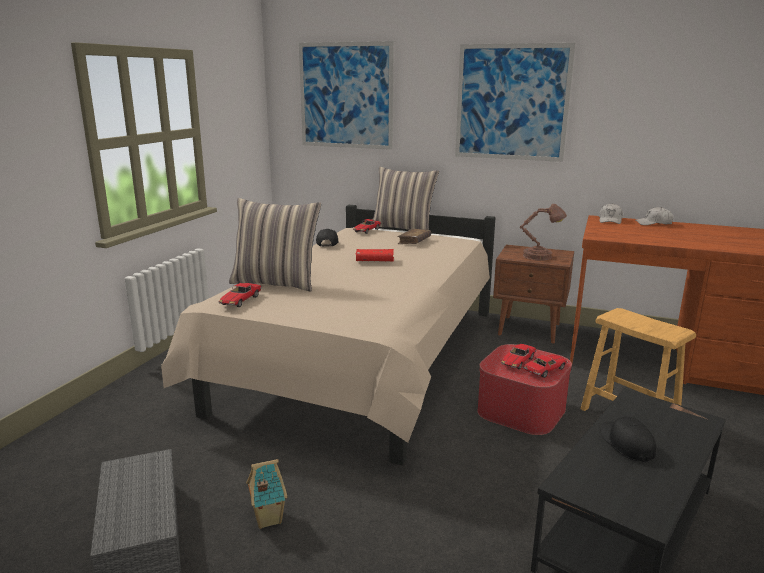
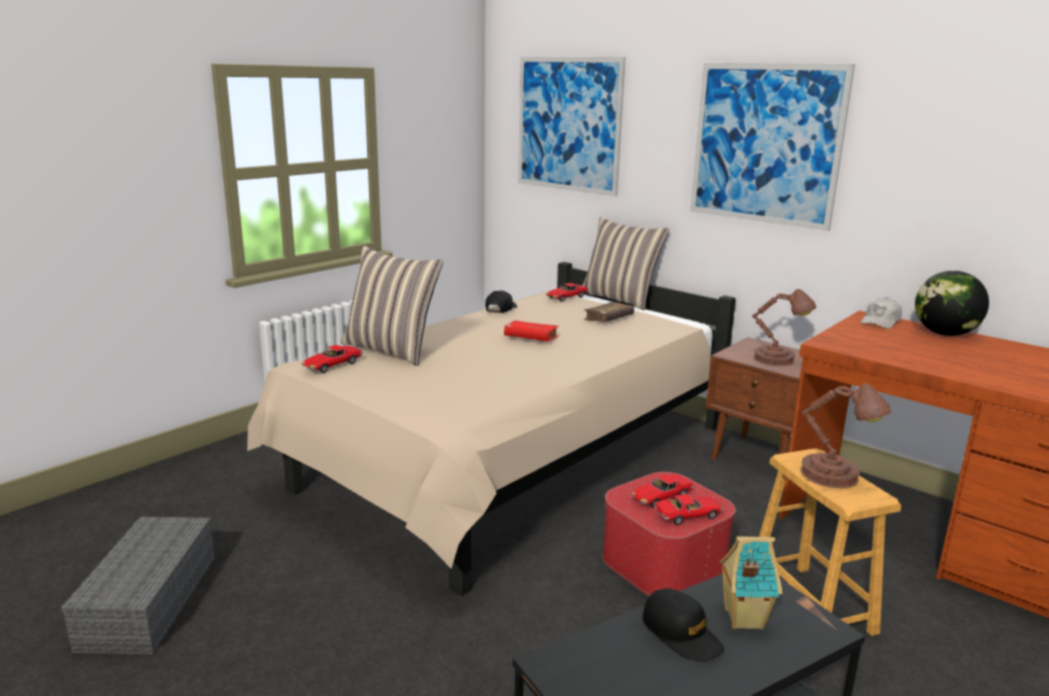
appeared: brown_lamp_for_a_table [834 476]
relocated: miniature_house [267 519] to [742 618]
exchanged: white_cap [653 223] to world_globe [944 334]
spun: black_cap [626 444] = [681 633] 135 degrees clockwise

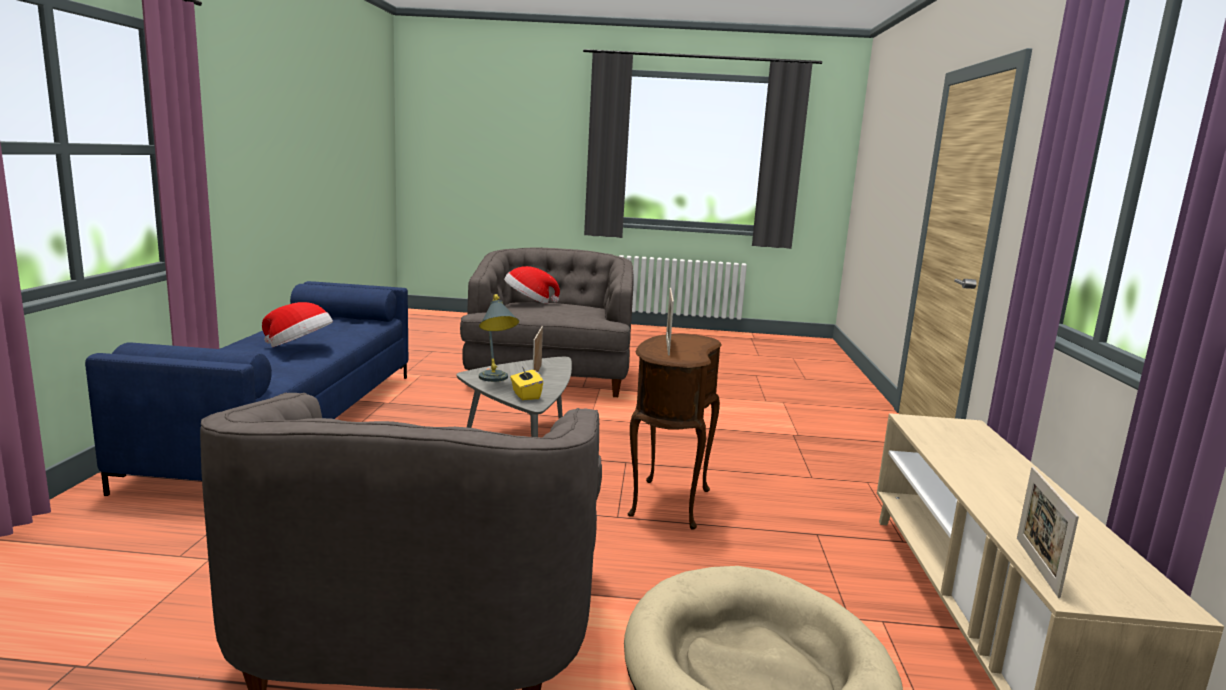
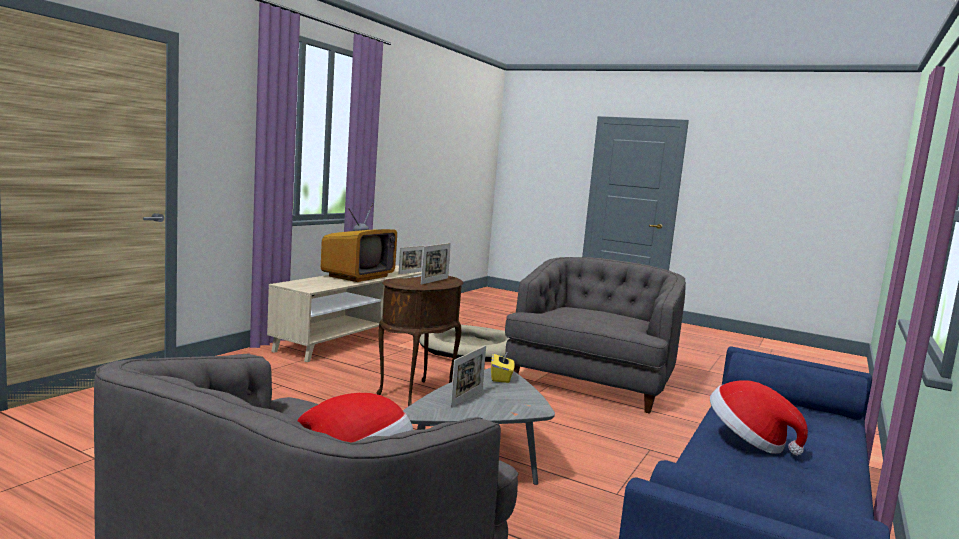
missing: gray_lamp_for_a_table [495 380]
appeared: TV [358 276]

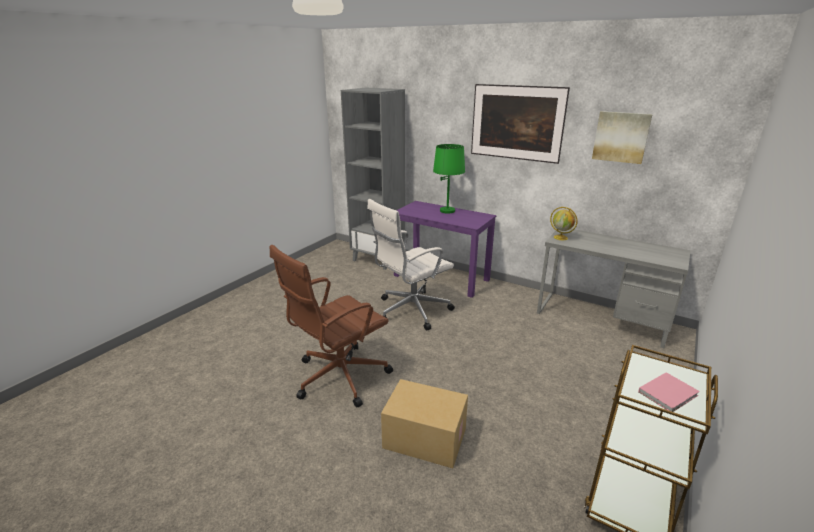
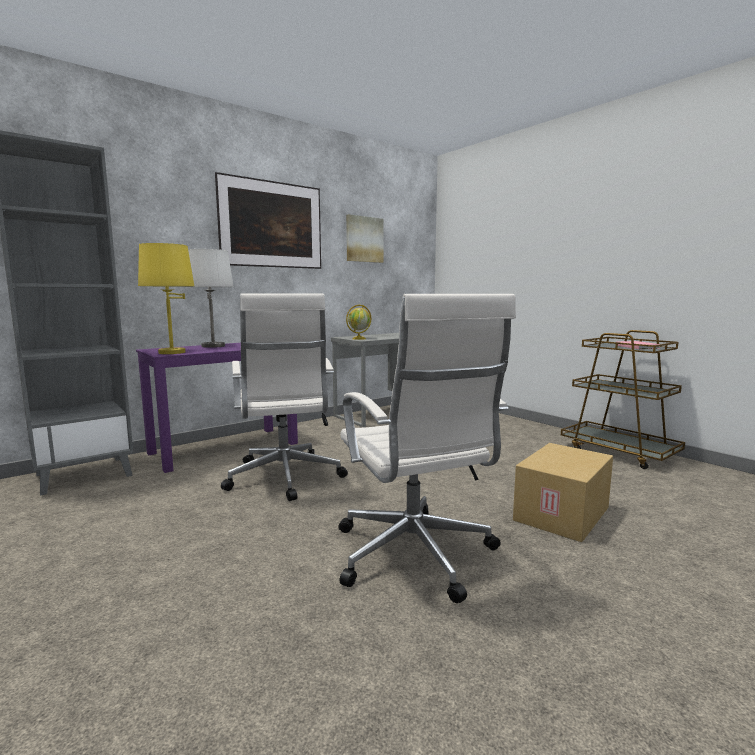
appeared: yellow-coloured_lamp_for_a_table [171 352]
colour: green-coloured_lamp_for_a_table [447 211] to white_lamp_for_a_table [212 346]; brown_computer_chair [338 377] to white_computer_chair [415 556]

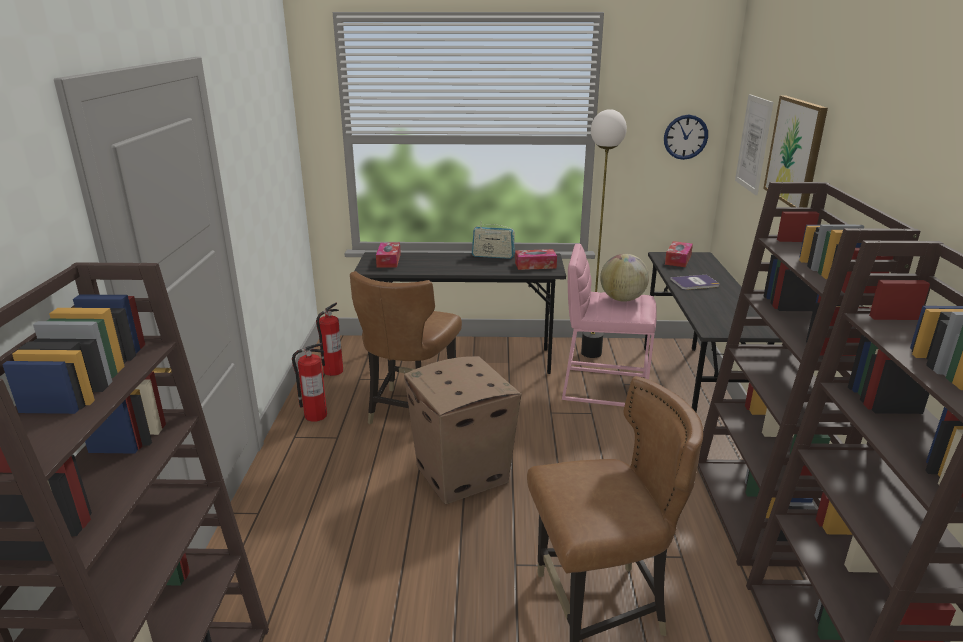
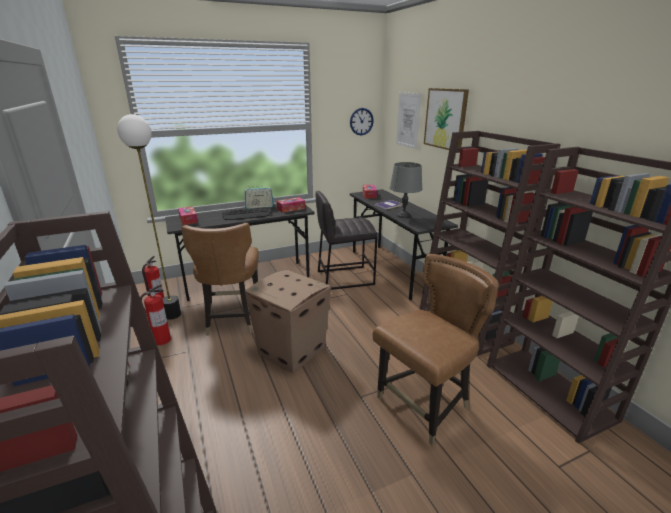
missing: world_globe [622 299]
appeared: gray_lamp_for_a_table [403 215]; computer_keyboard [246 215]
relocated: standing_lamp [591 353] to [172 314]
colour: pink_sitting_stool [604 387] to gray_sitting_stool [344 277]

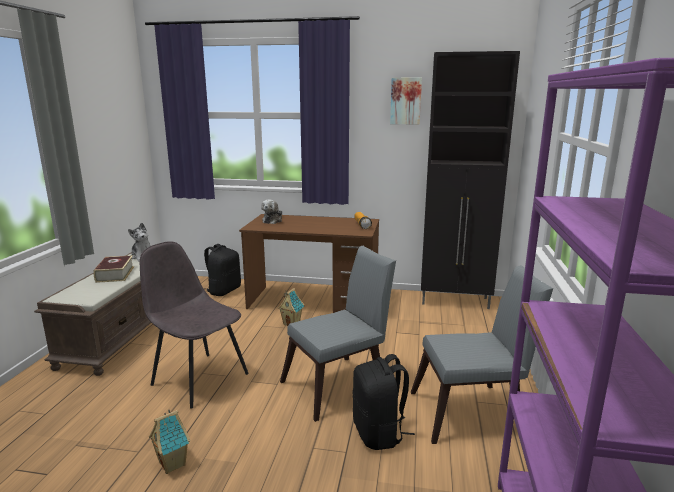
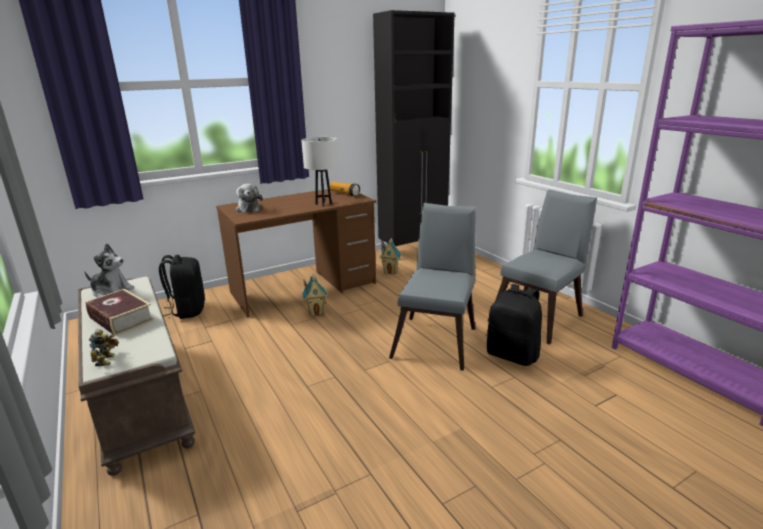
missing: wall_art [405 101]; gray_chair [198 378]
appeared: white_lamp_for_a_table [323 204]; toy_robot [107 359]
relocated: miniature_house [173 464] to [390 271]

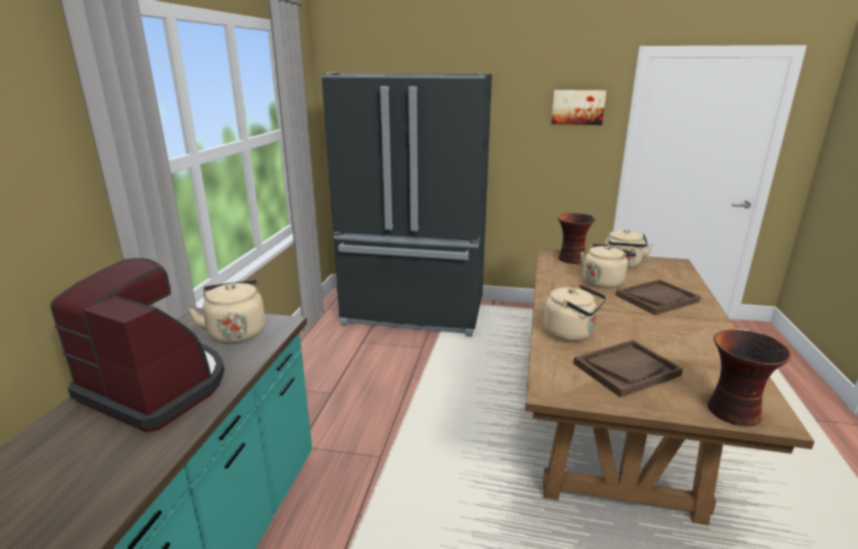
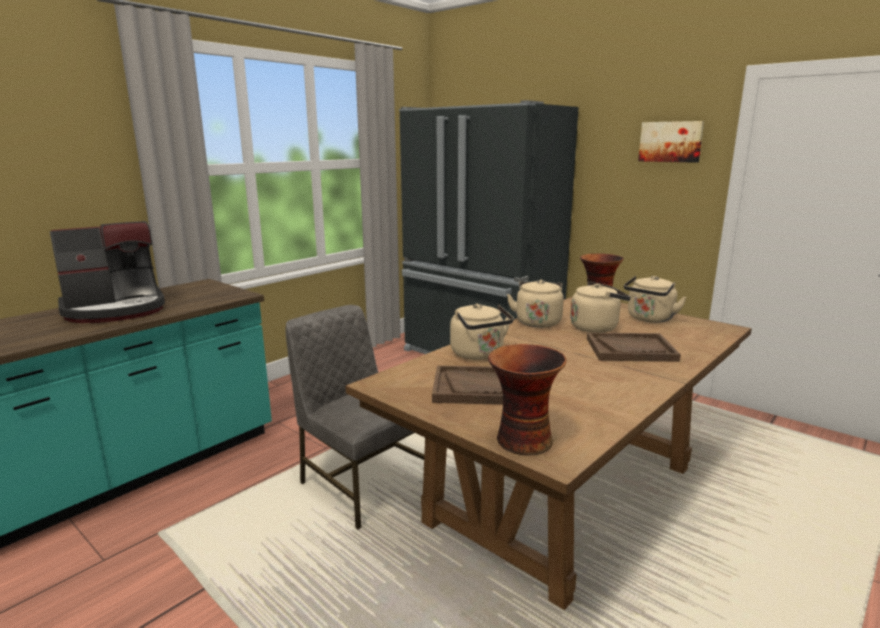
appeared: gray_chair [362 484]
relocated: beige-coloured_water_kettle [236 332] to [537 322]
spun: coffee_brewer [157 387] = [116 310] 90 degrees clockwise

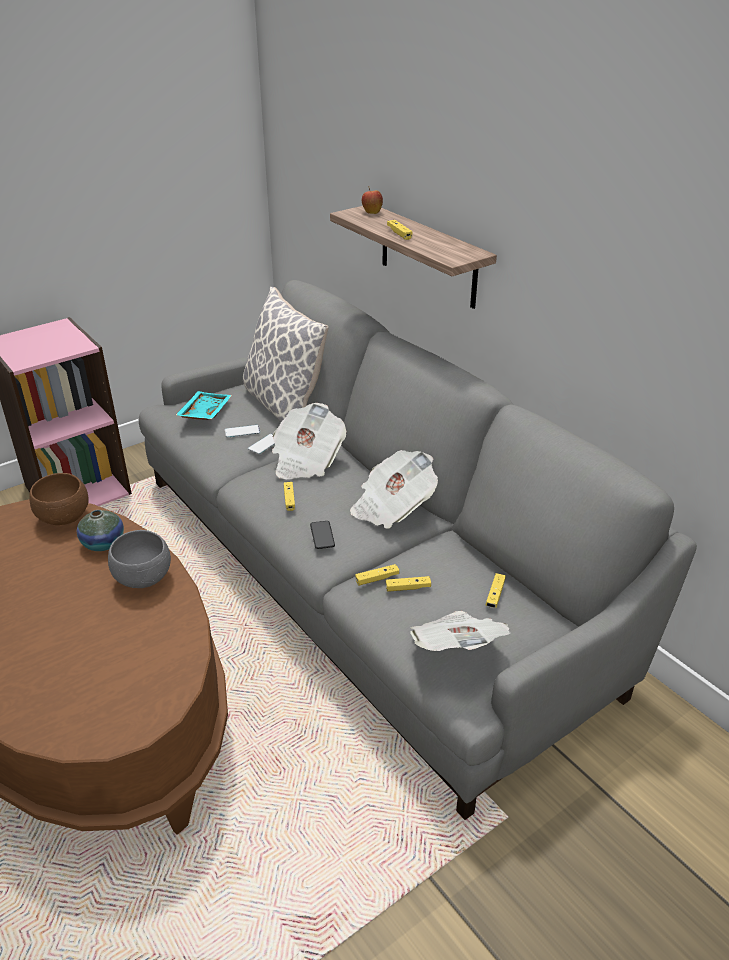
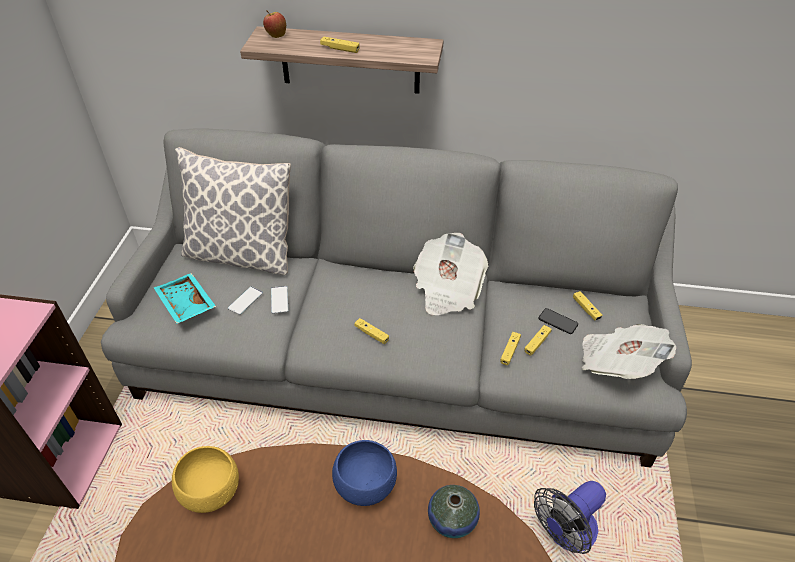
missing: newspaper [306 460]
appeared: fan [565 534]
relocated: vase [103 543] to [452 520]; telephone [322 535] to [558 321]
colour: brown_bowl [66 518] to yellow-coloured_bowl [212 491]; gray_bowl [145 579] to blue-coloured_bowl [365 485]

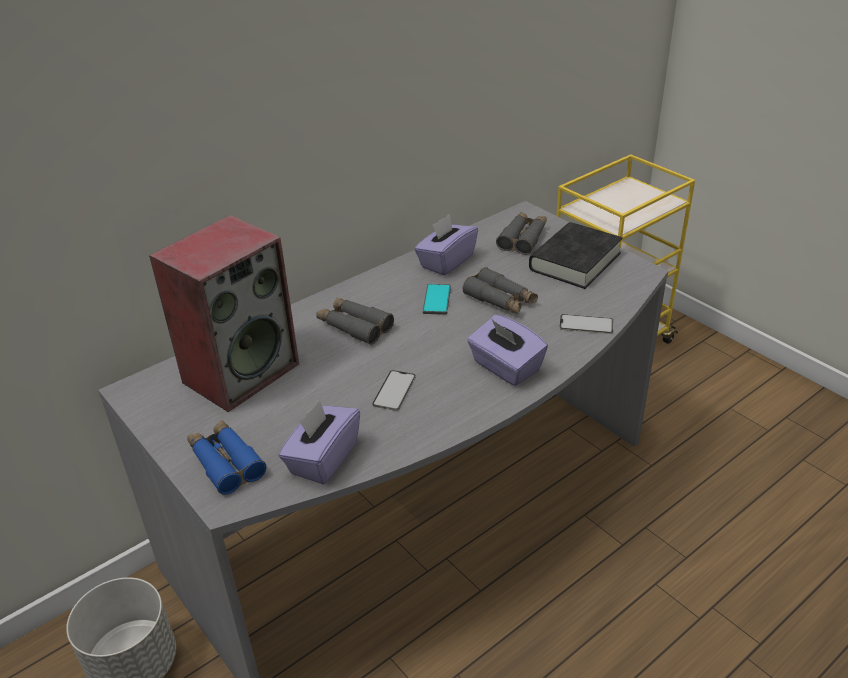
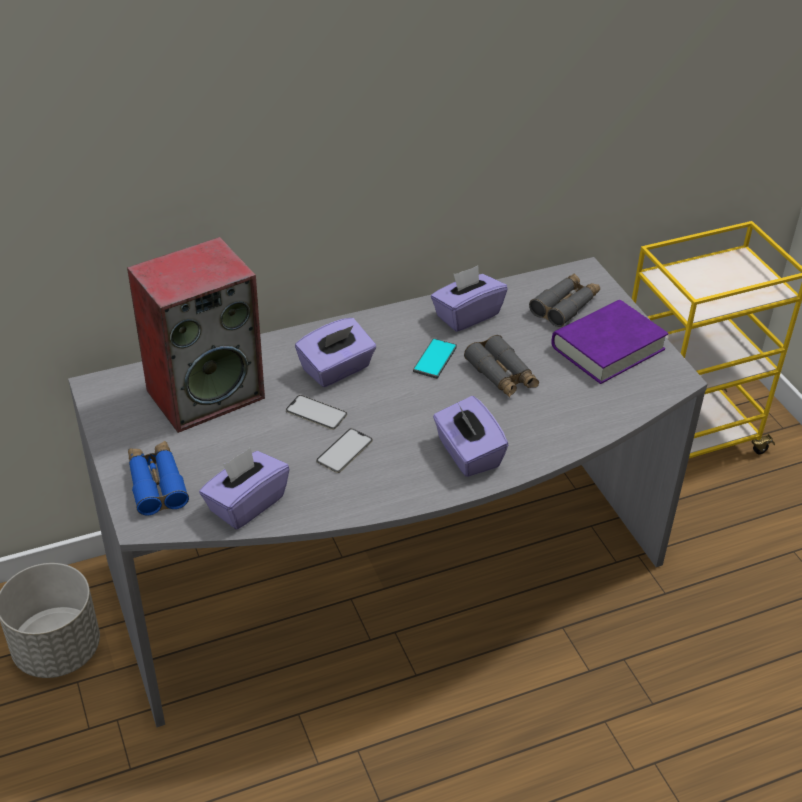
relocated: telephone [586 324] to [316 412]
exchanged: gray_pair_of_binoculars [354 326] to purple_tissue_holder [336 369]
colour: black_book [575 261] to purple_book [607 348]

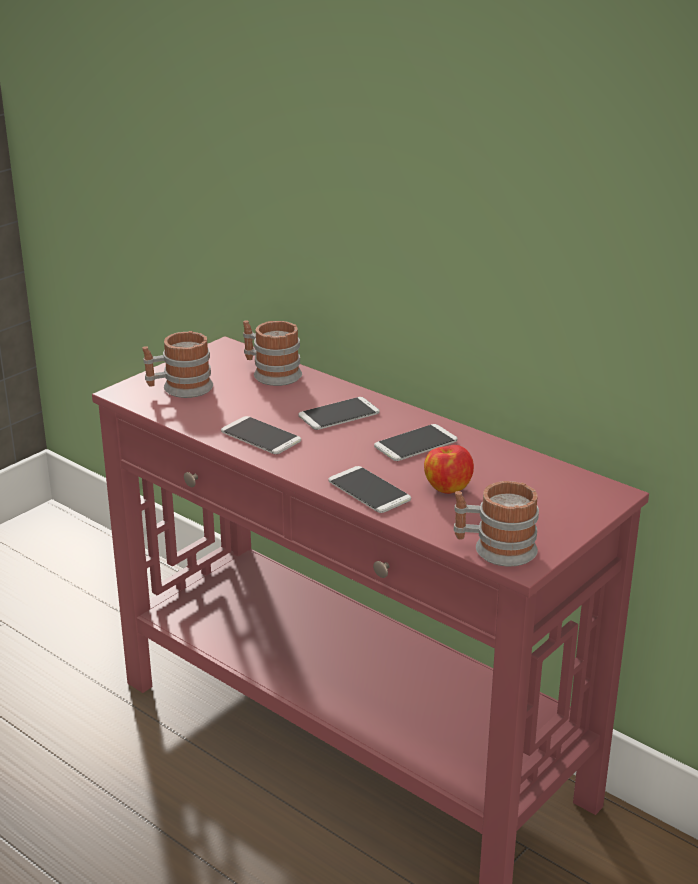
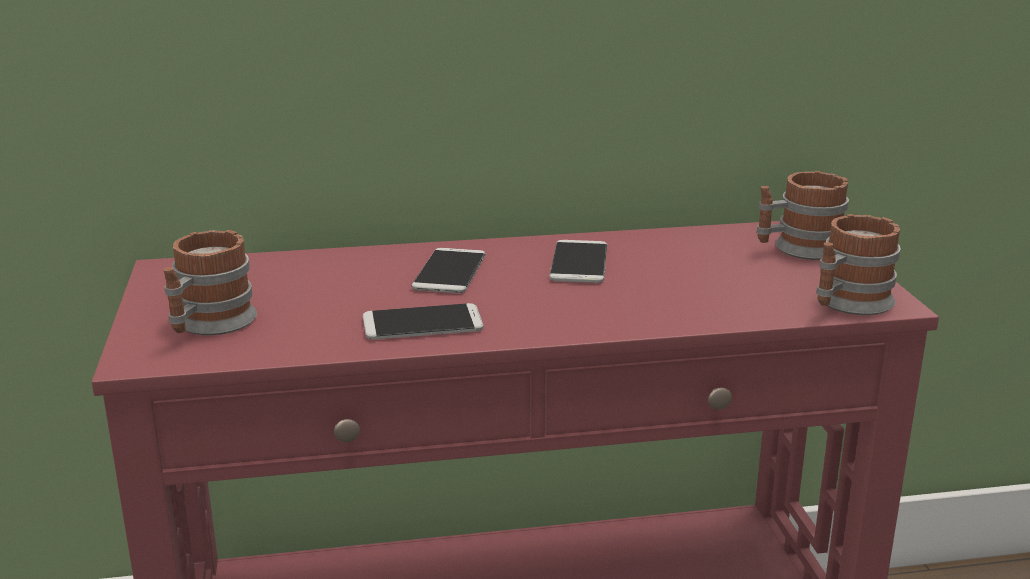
missing: apple [447 487]; telephone [369 490]
relocated: mug [271 373] to [798 249]

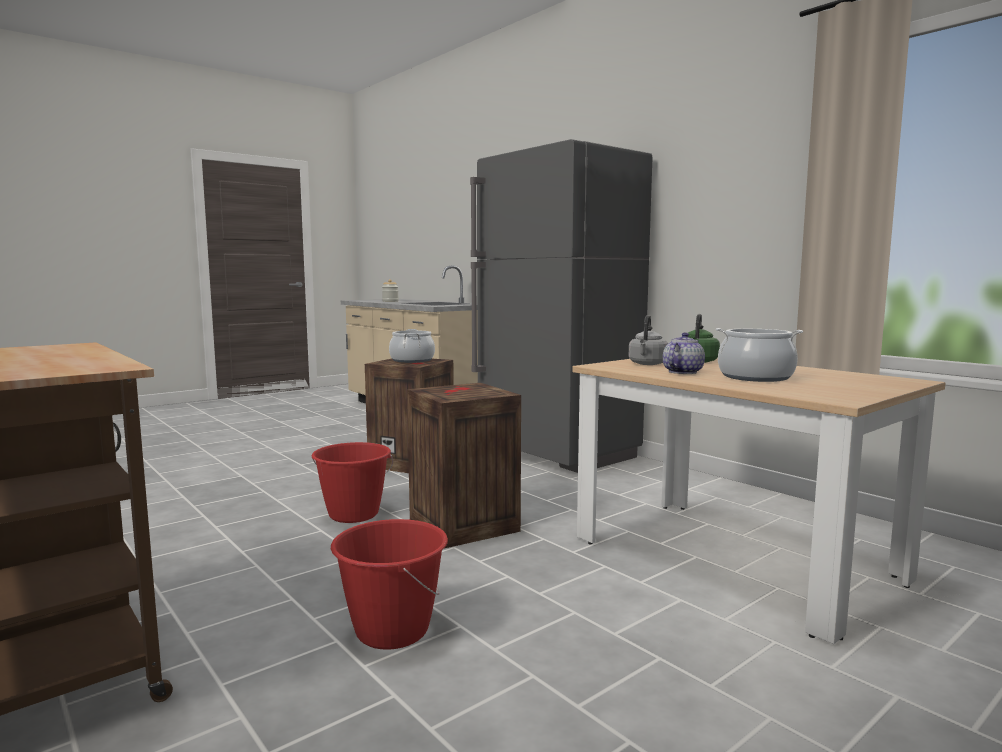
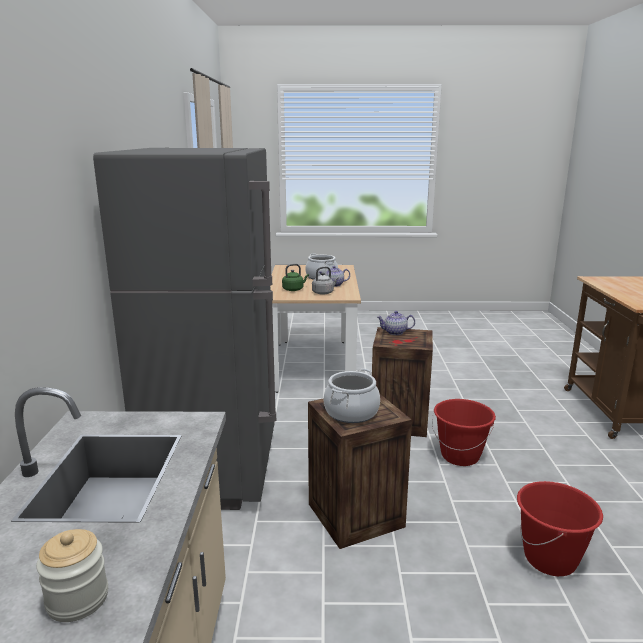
appeared: pot_for_tea [395 332]
relocated: reddish_water_bucket [391 631] to [550 559]

